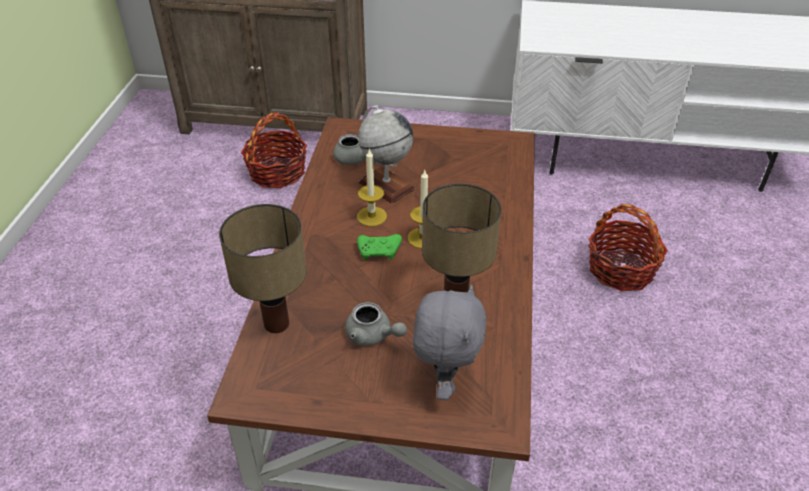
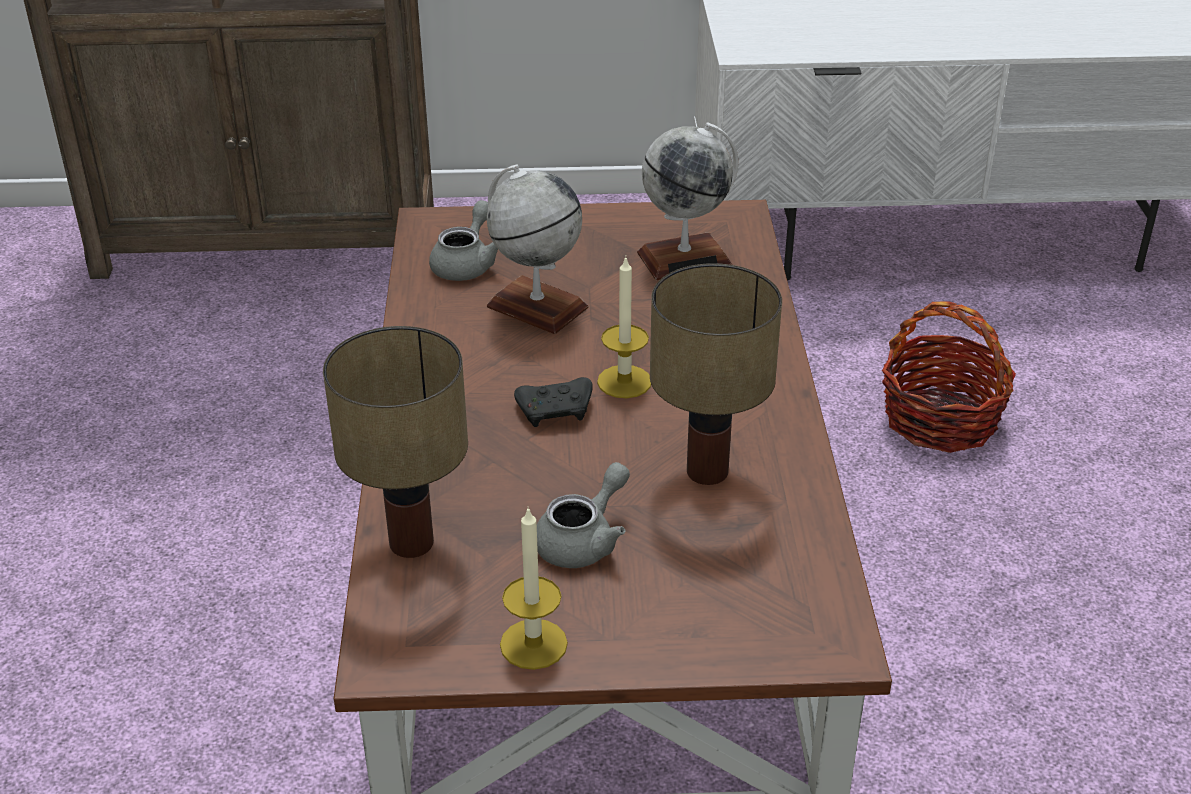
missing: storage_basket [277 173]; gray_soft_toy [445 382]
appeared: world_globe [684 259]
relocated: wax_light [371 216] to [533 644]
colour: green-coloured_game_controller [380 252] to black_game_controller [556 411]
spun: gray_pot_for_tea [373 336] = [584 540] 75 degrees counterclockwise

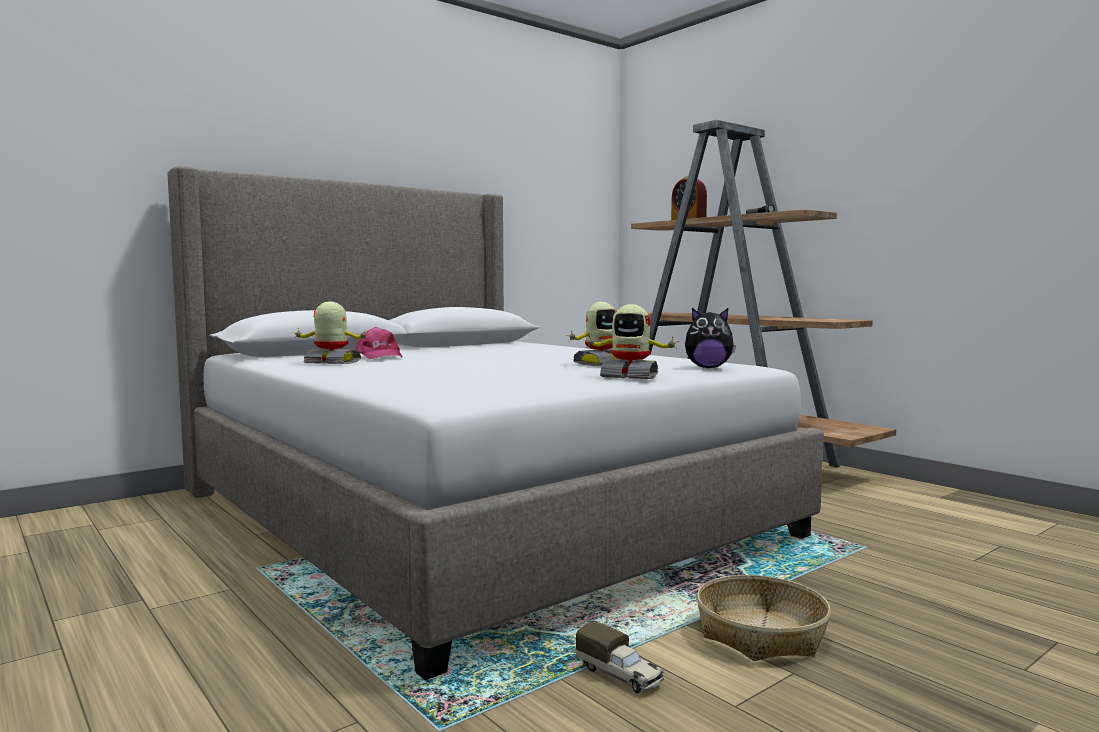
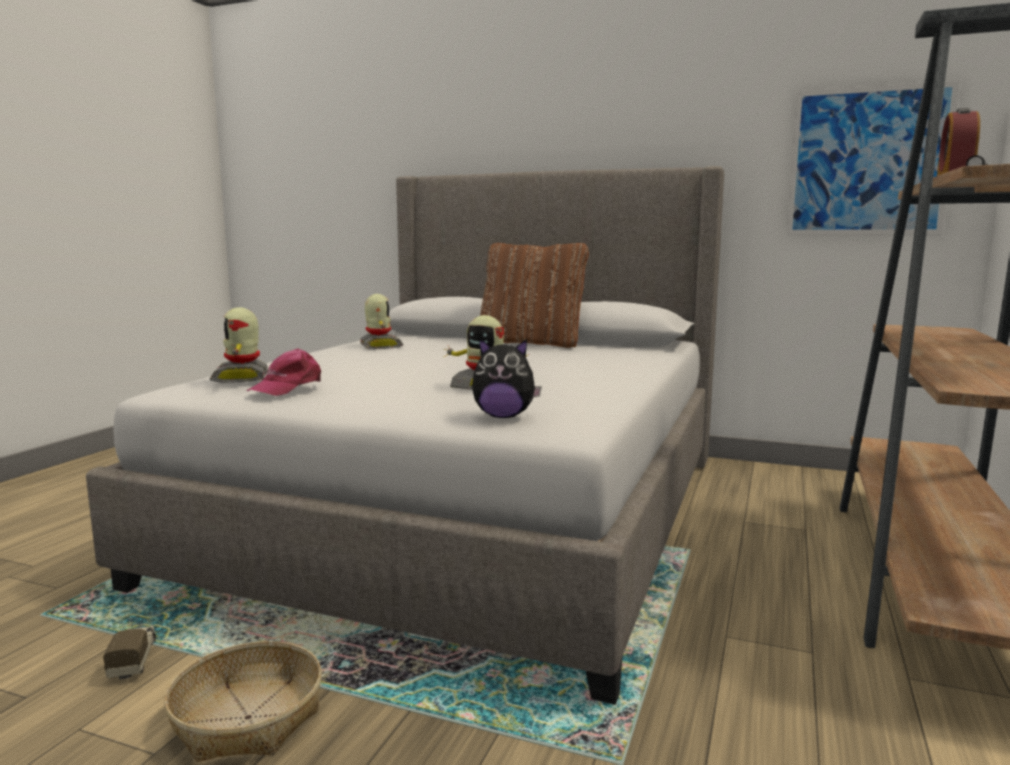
appeared: wall_art [868 162]; brown_cushion [531 343]
relocated: toy_robot [629 376] to [242 377]; pink_cap [379 356] to [287 387]
spun: soft_toy [708 367] = [504 416] 60 degrees counterclockwise; toy_lorry [620 676] = [133 660] 150 degrees clockwise

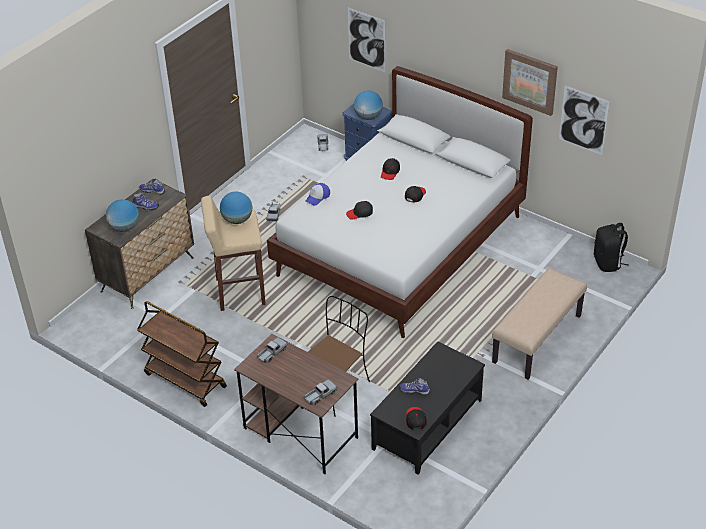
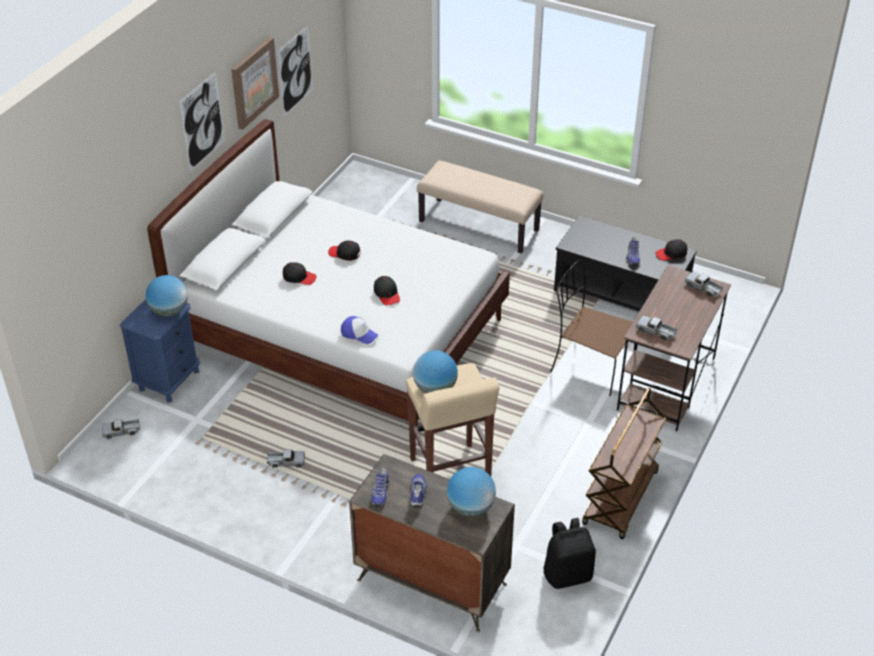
relocated: wall_art [366 40] to [202 122]; black_rucksack [608 263] to [568 574]

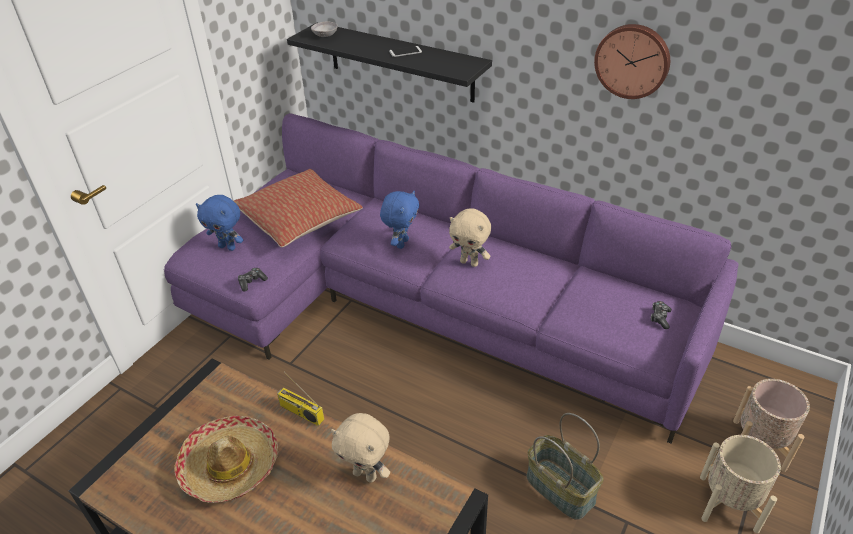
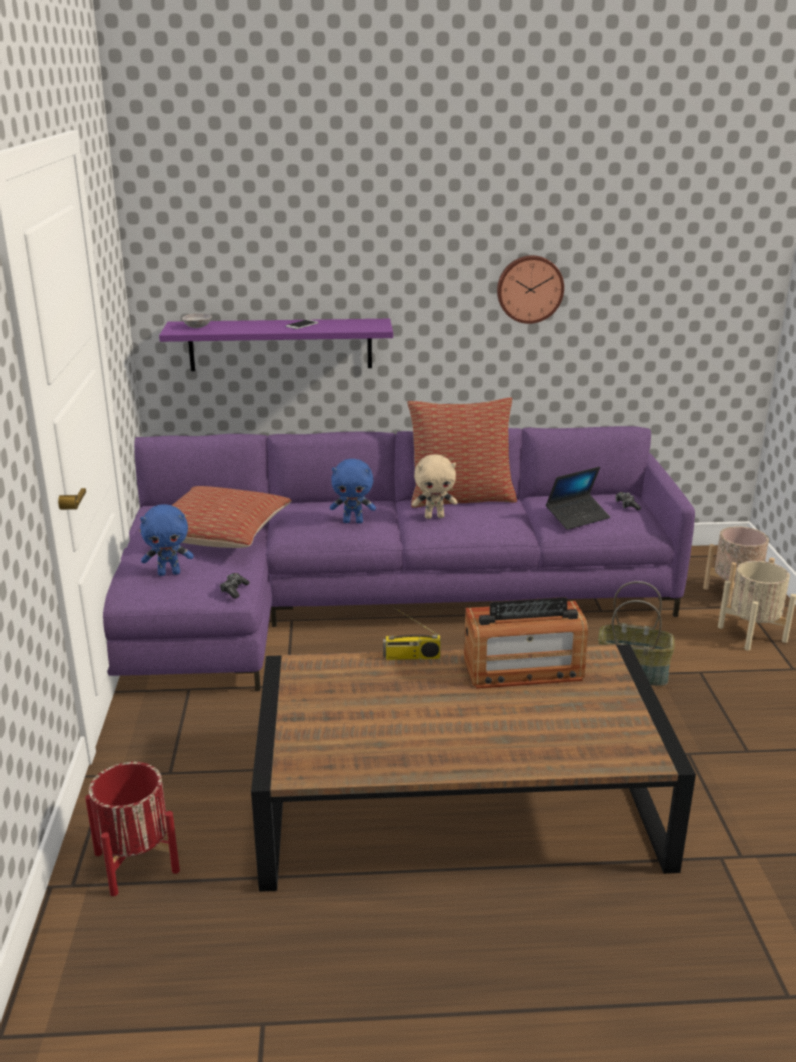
missing: hat [230 466]
appeared: cushion [461 498]; portable_computer [577 517]; reddish_plant_pot [136 862]
exchanged: beige-coloured_soft_toy [366 474] to radio_receiver [523 669]
colour: black_shelf [400 62] to purple_shelf [280 344]
spun: blue-coloured_soft_toy [401 243] = [353 521] 105 degrees clockwise

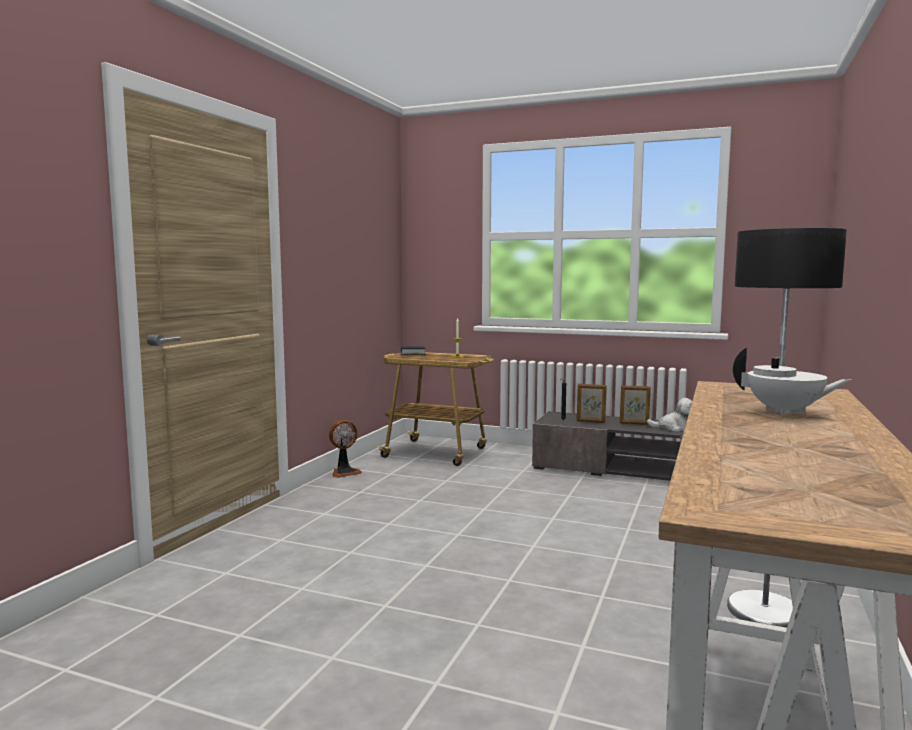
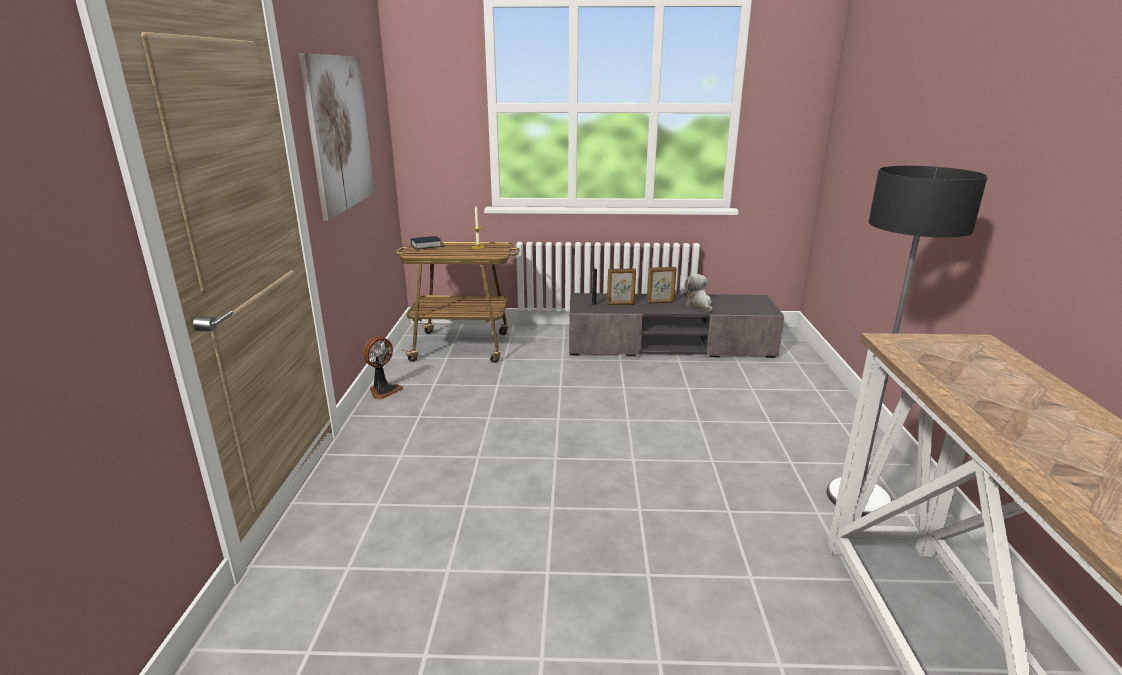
missing: white_pot_for_tea [785 412]
appeared: wall_art [339 133]
spun: soft_toy [674 428] = [698 305] 105 degrees counterclockwise

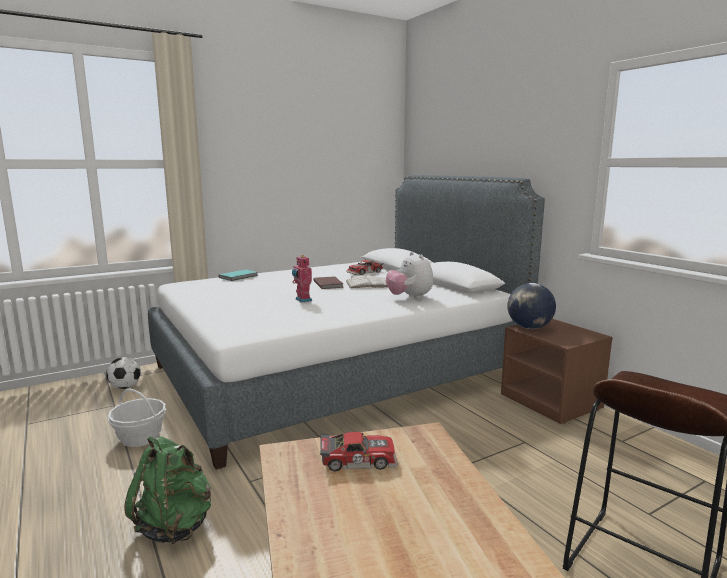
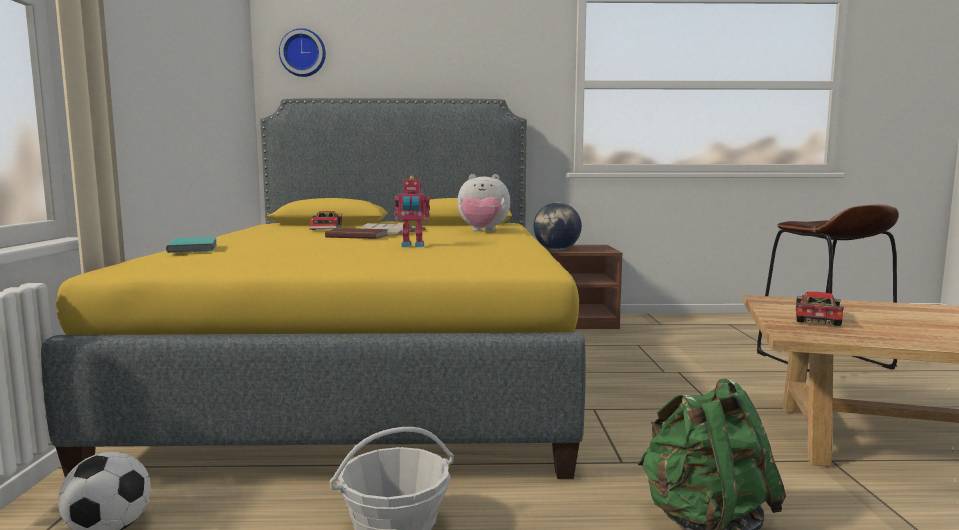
appeared: hanging_clock [303 53]
colour: white_bedroom_bed [337 371] to yellow-coloured_bedroom_bed [372 369]

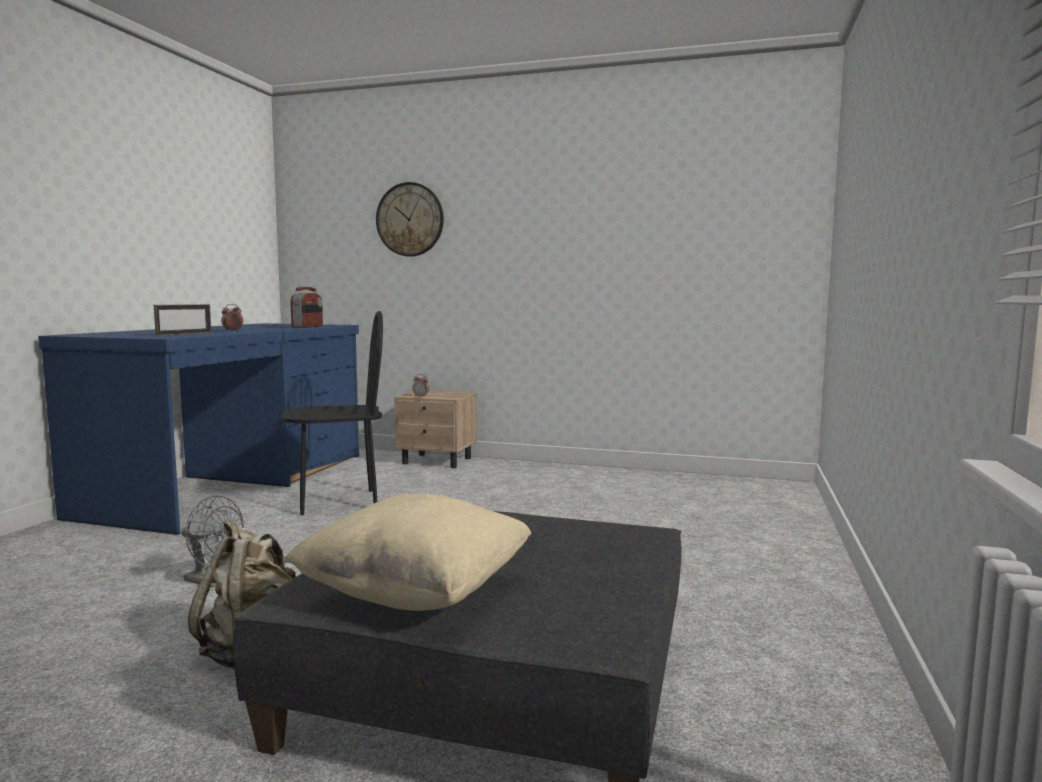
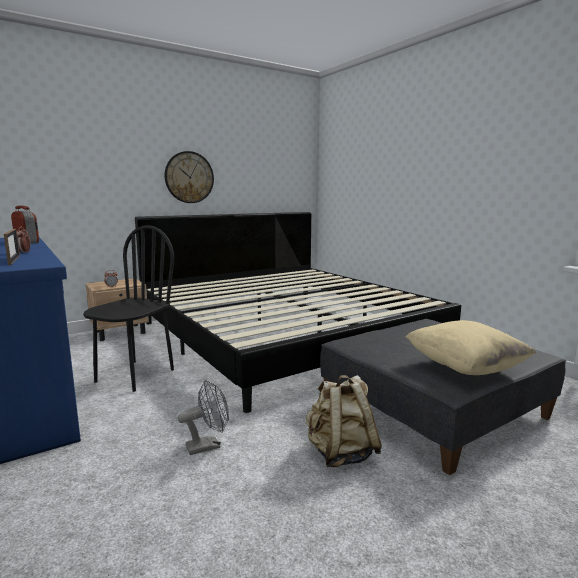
appeared: bedroom_bed [286 334]
relocated: hanging_clock [410 219] to [189 177]

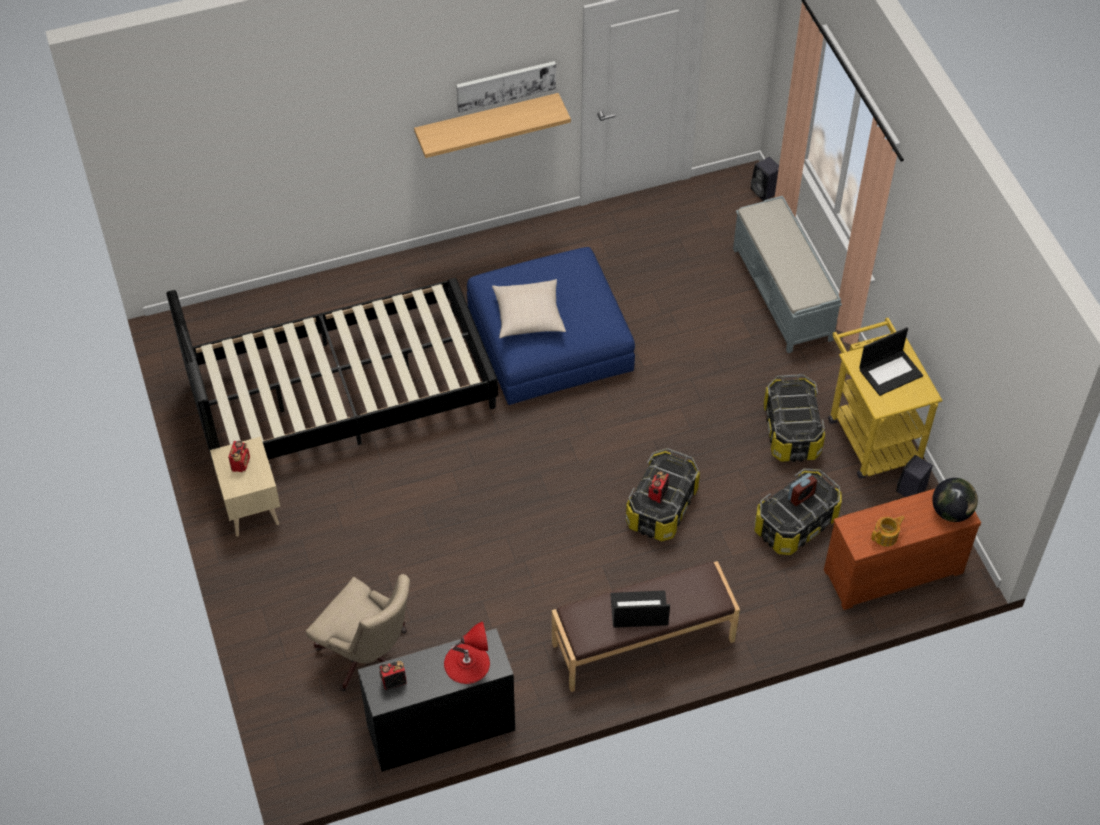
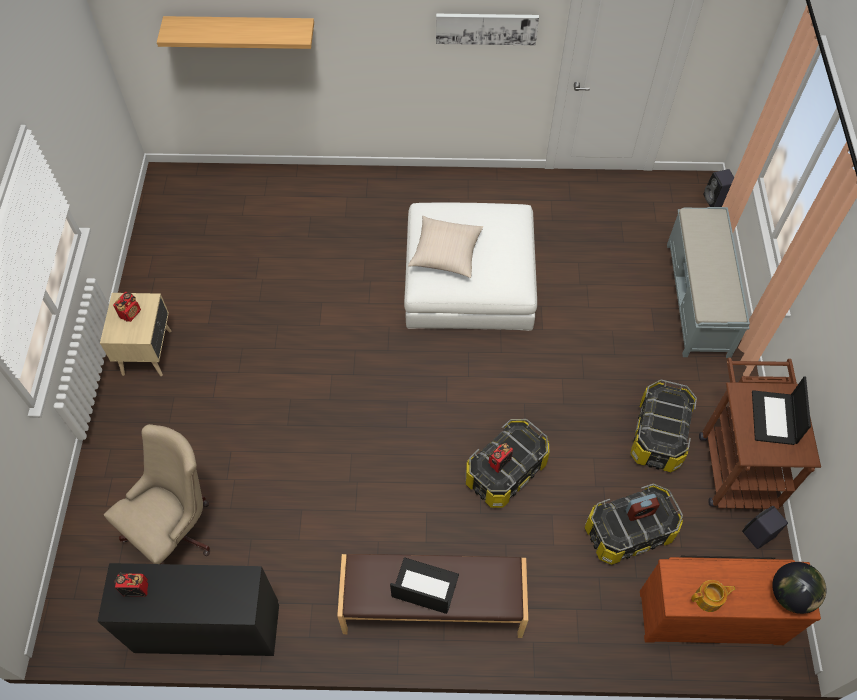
missing: black_bedroom_bed [342 394]; reddish_lamp_for_a_table [467 663]
relocated: shelf [487 121] to [241 30]
colour: blue-coloured_footrest [549 338] to white_footrest [469 278]; yellow-coloured_wheeled_cart [870 433] to brown_wheeled_cart [736 462]
spun: portable_computer [890 372] = [774 418] 105 degrees clockwise; beige-coloured_computer_chair [368 656] = [177 529] 105 degrees counterclockwise

